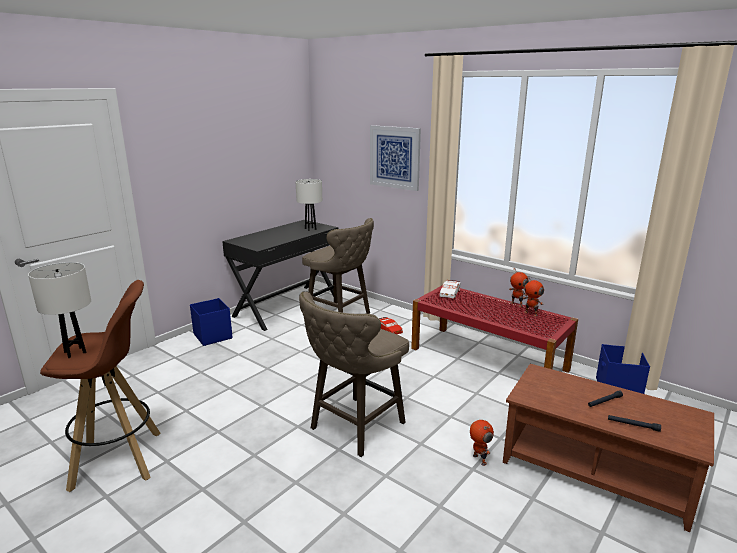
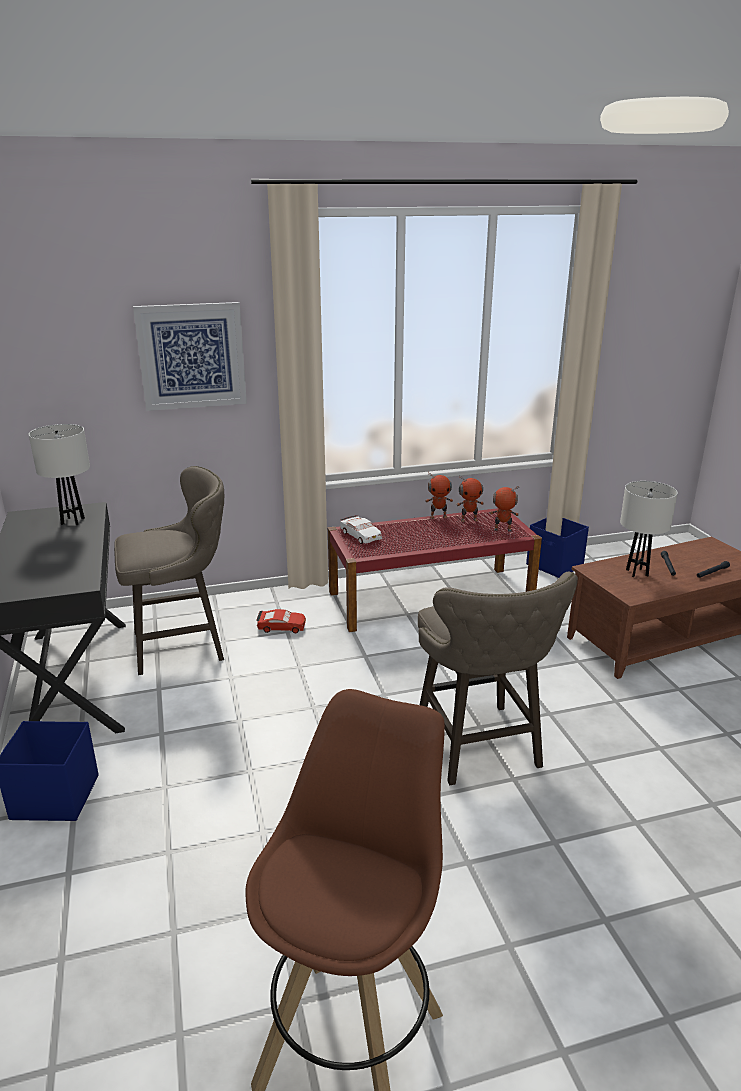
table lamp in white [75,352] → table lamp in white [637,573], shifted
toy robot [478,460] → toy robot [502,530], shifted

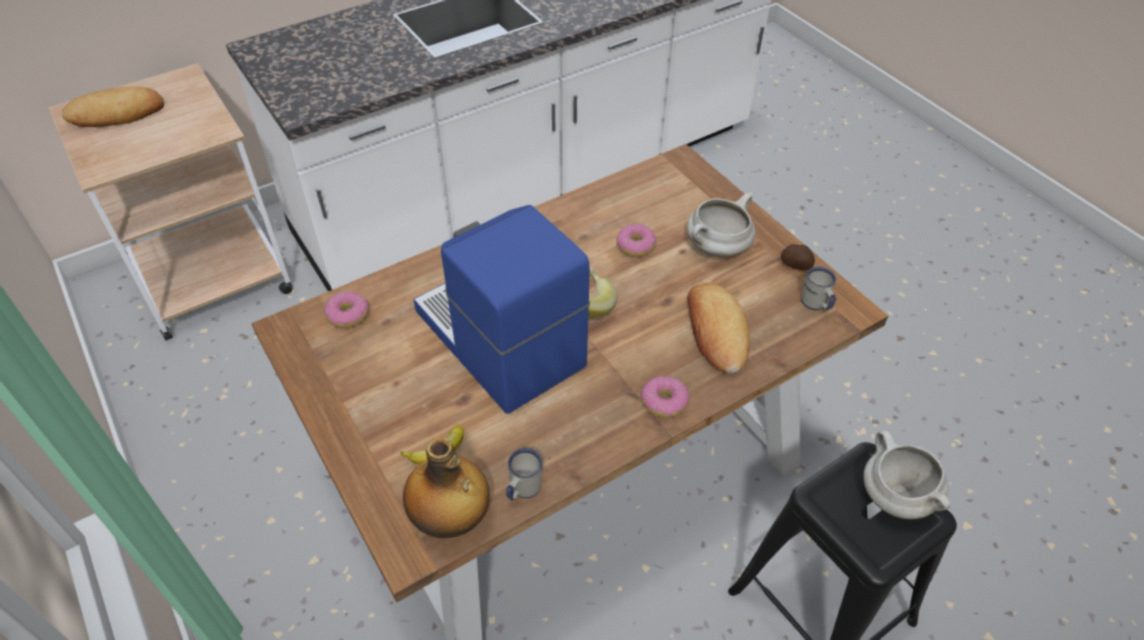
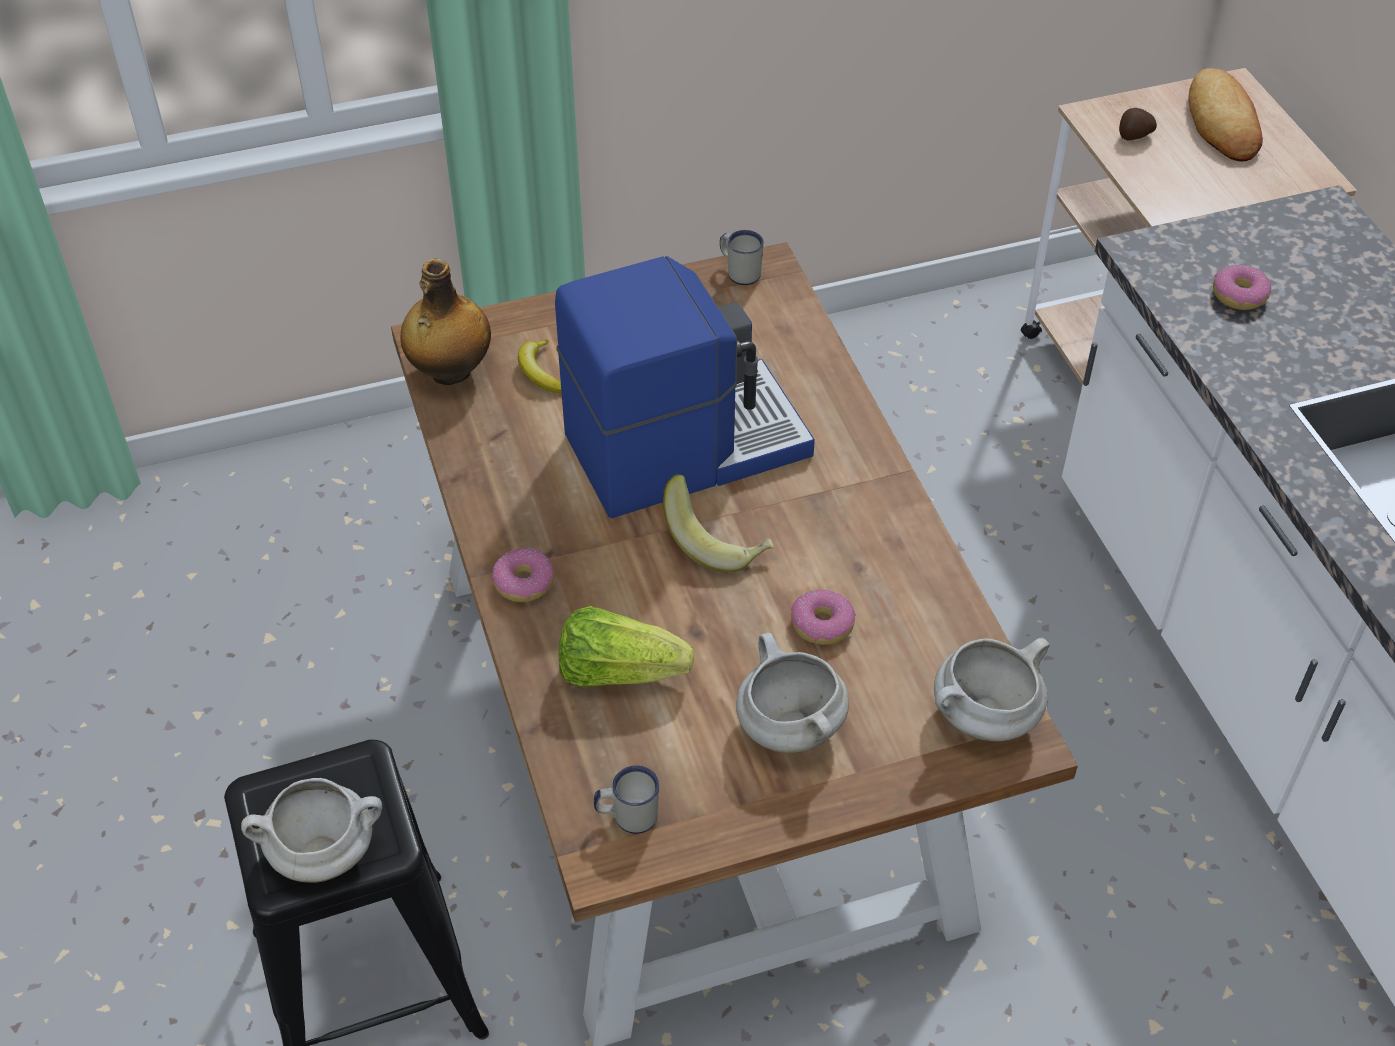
donut [348,315] → donut [1239,296], shifted
mug in white [522,489] → mug in white [739,271], shifted
bread [716,332] → lettuce [618,672]
potato [796,265] → potato [1133,136], shifted
- → cooking pot in white [984,717]

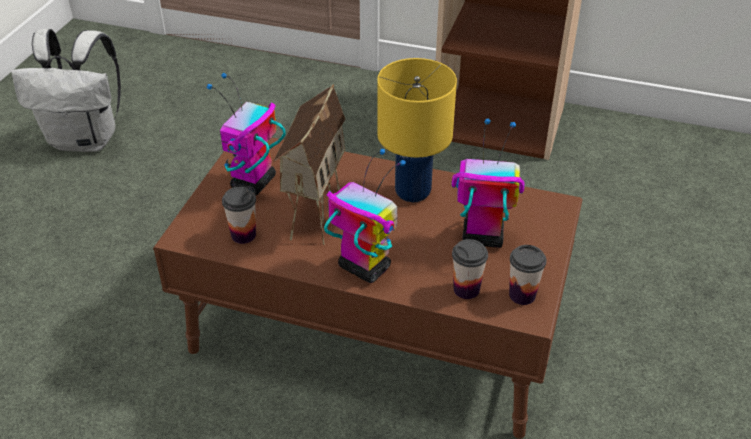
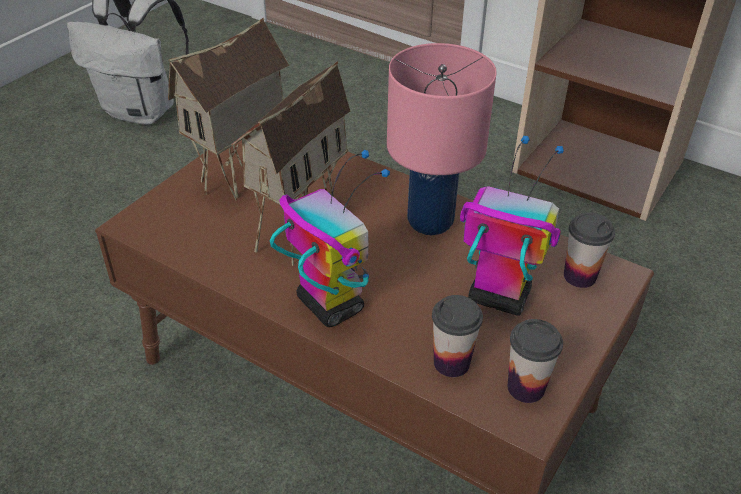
toy robot [253,184] → toy house [243,177]
cup [243,235] → cup [579,276], shifted
table lamp in yellow [412,194] → table lamp in pink [428,224]

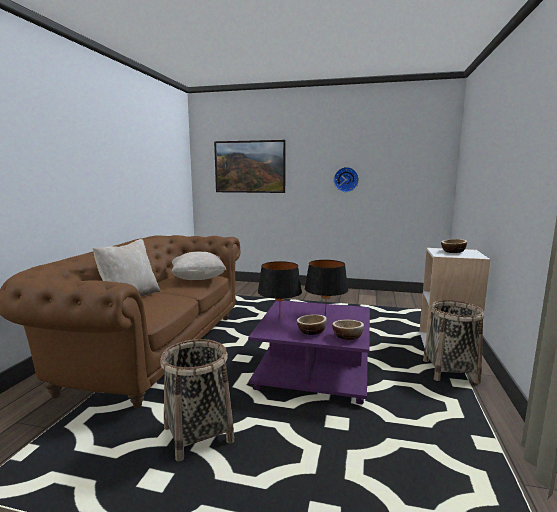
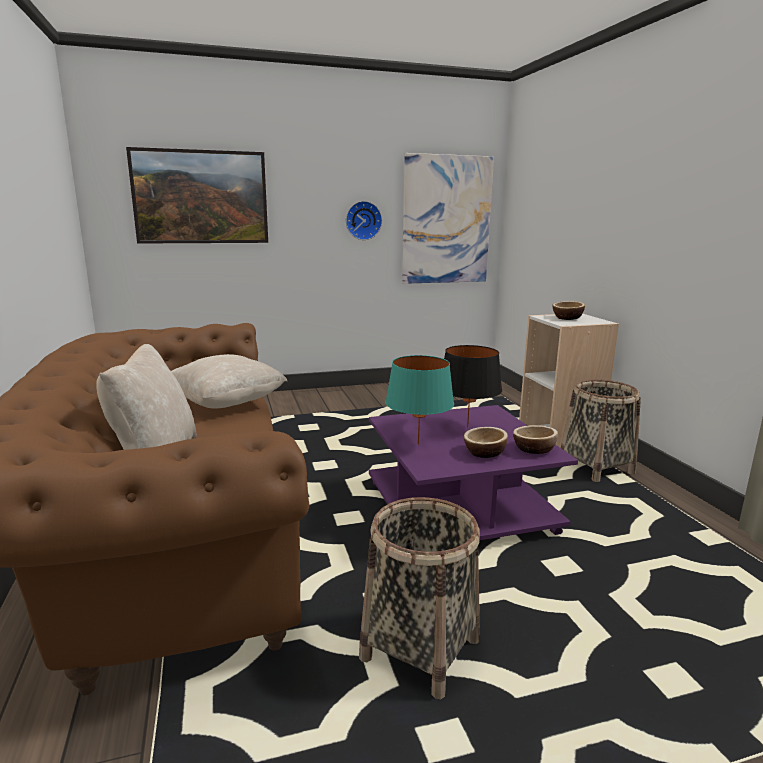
table lamp in black [279,319] → table lamp in turquoise [418,444]
- → picture [446,220]

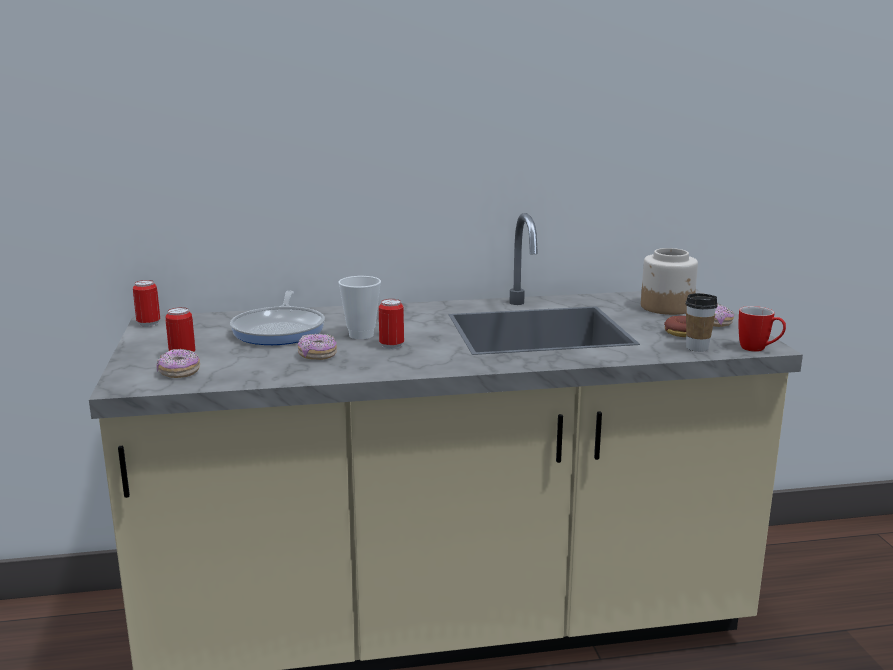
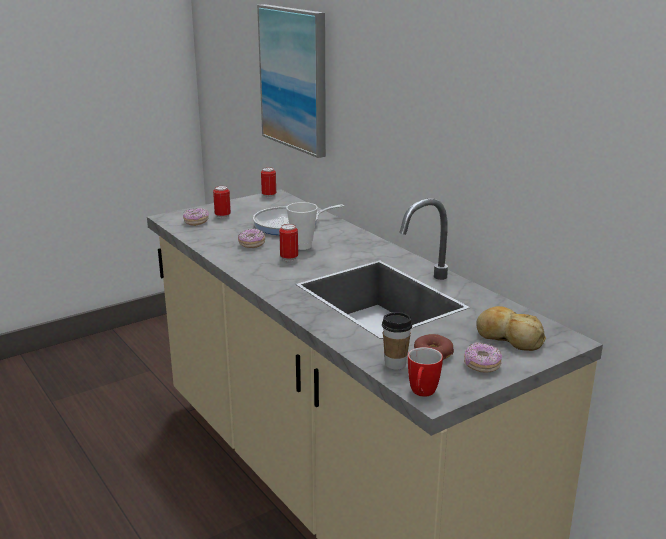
jar [667,307] → bread [509,337]
- → picture [294,79]

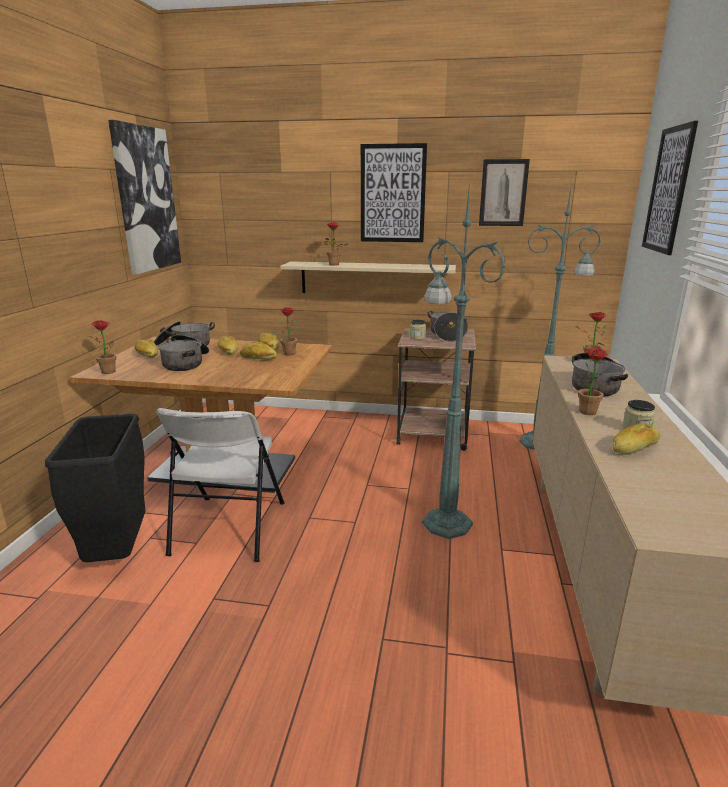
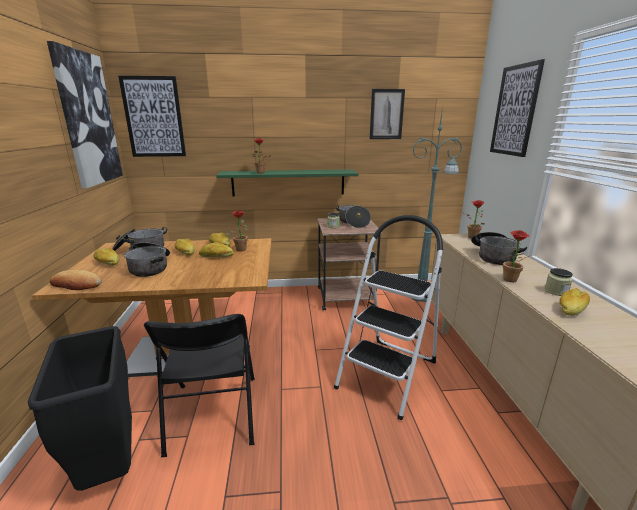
potted plant [111,372] → bread [77,285]
chair in white [229,528] → chair in black [213,413]
shelf in beige [371,279] → shelf in green [288,182]
picture [392,194] → picture [154,117], shifted
floor lamp in green [445,522] → step ladder [389,373]

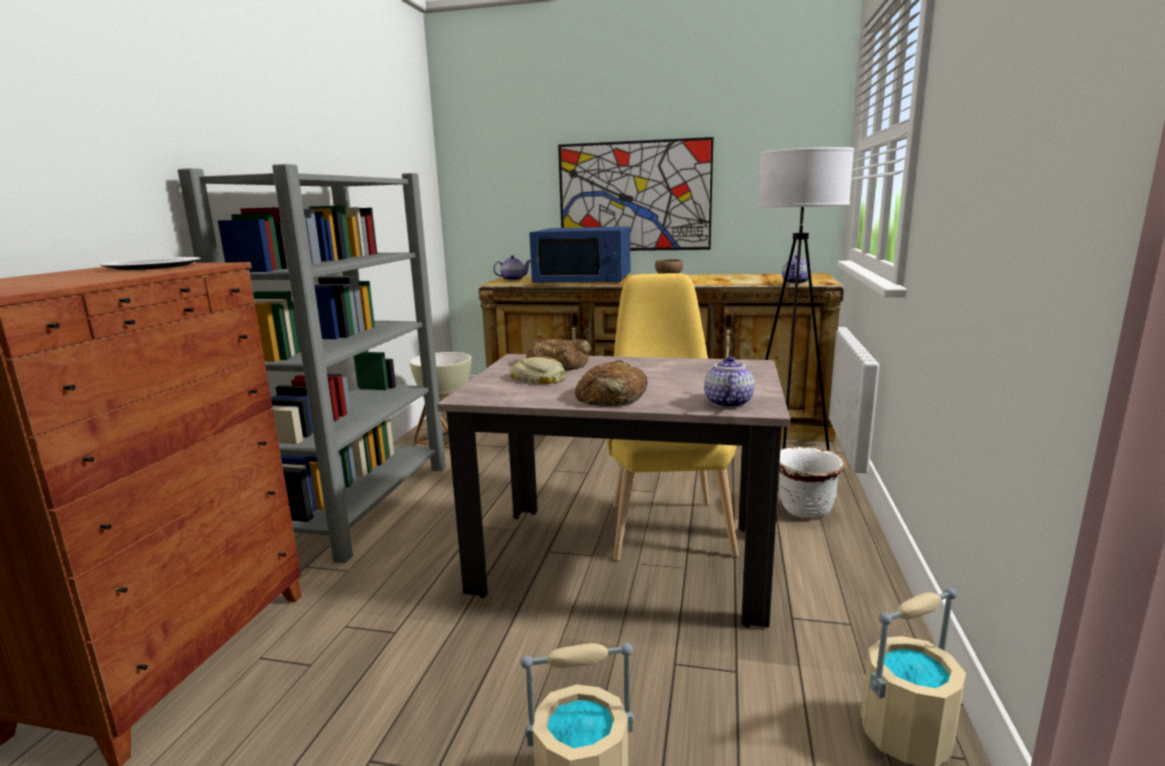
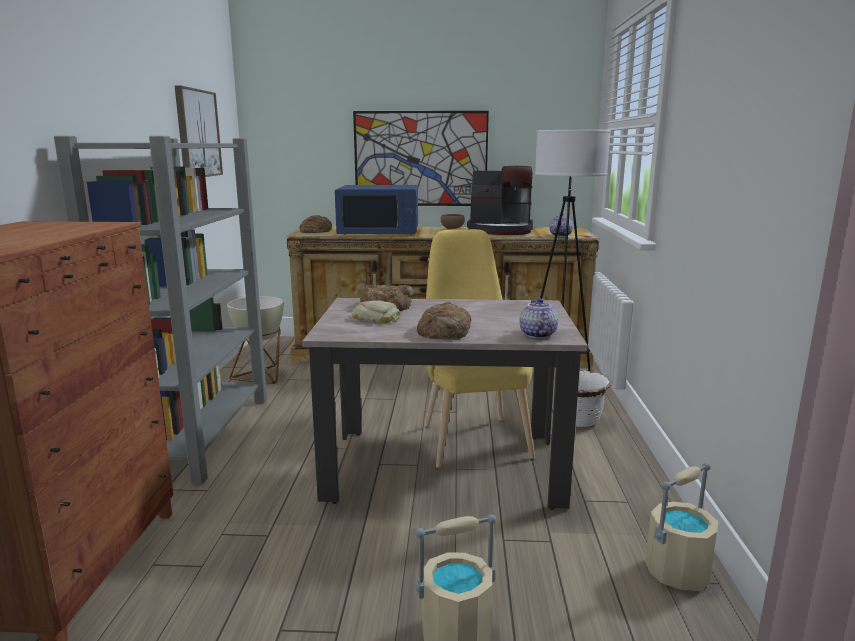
plate [154,266] → -
teapot [513,279] → bread [315,230]
- → picture [197,133]
- → coffee machine [500,231]

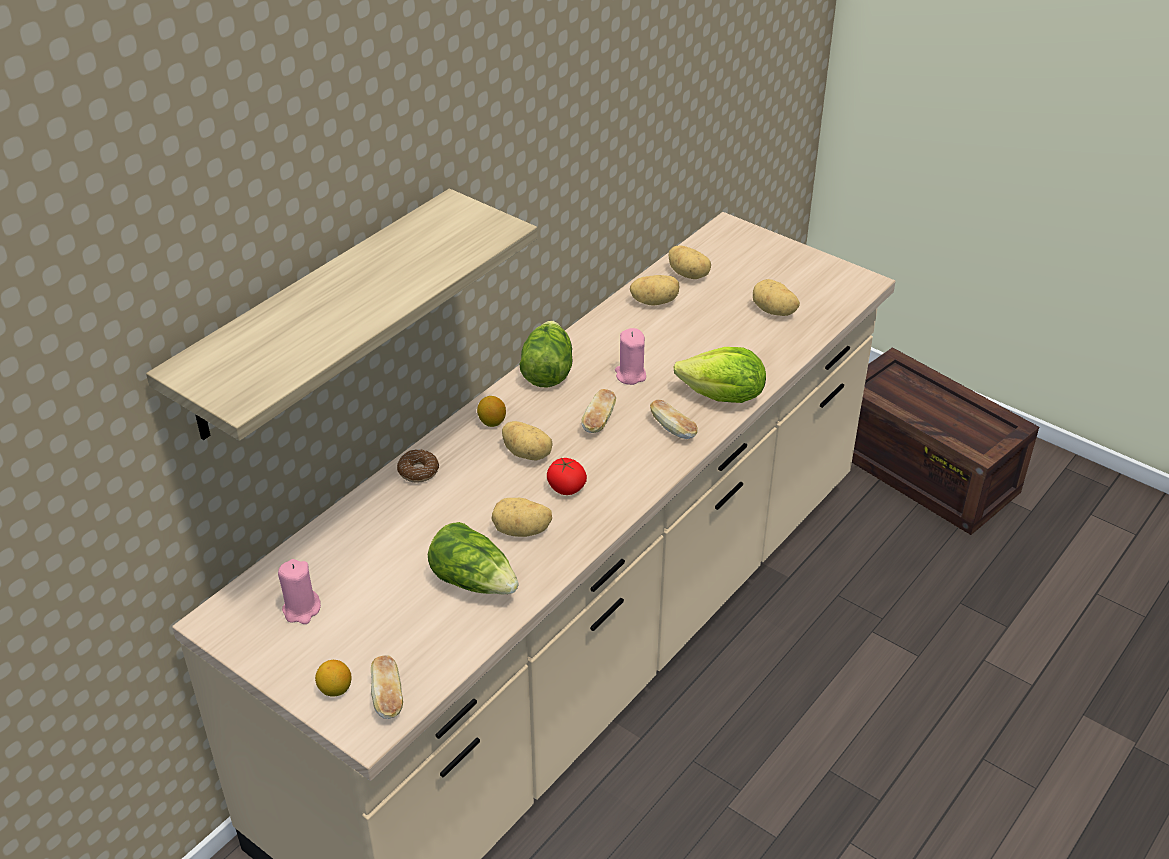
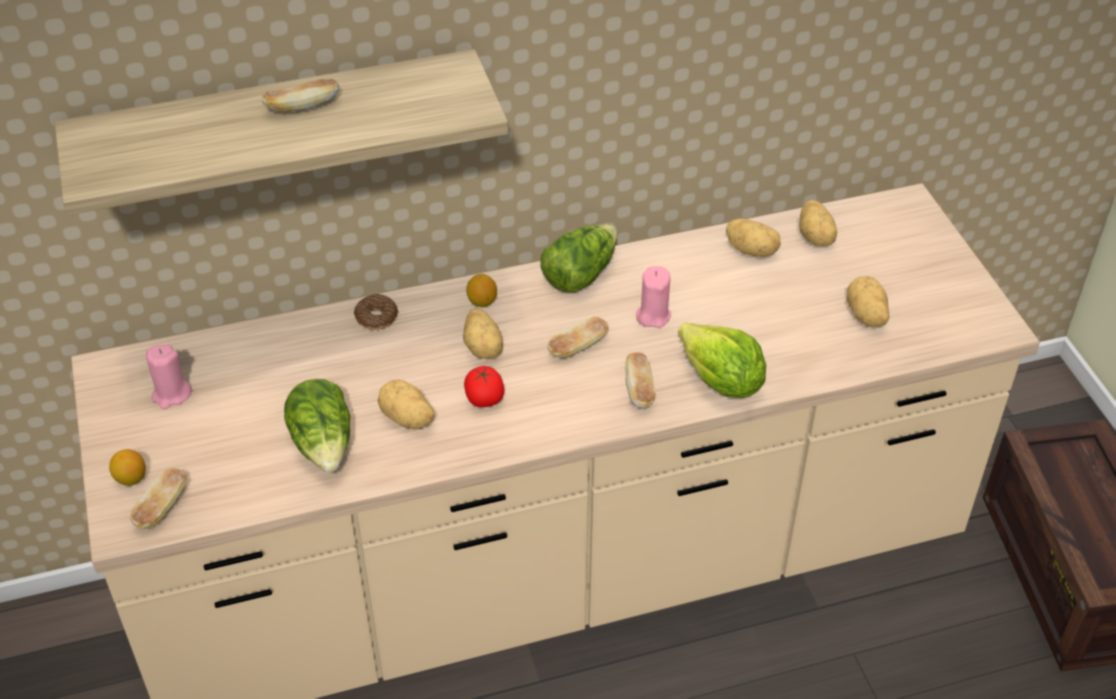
- → bread [302,107]

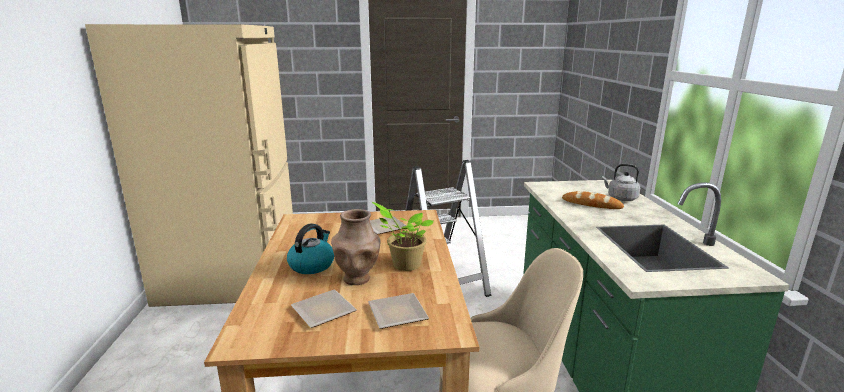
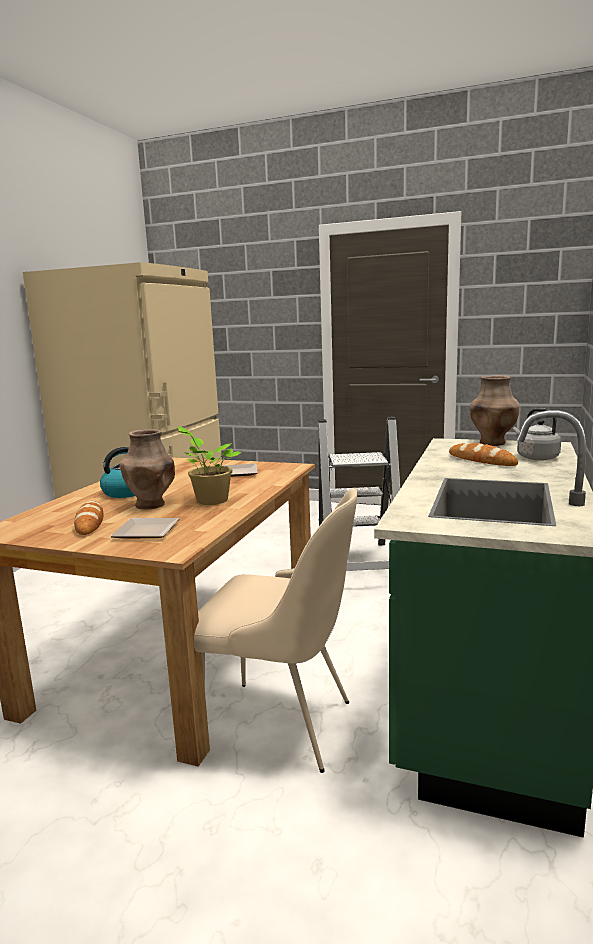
plate [326,311] → bread [89,522]
- → vase in brown [492,443]

